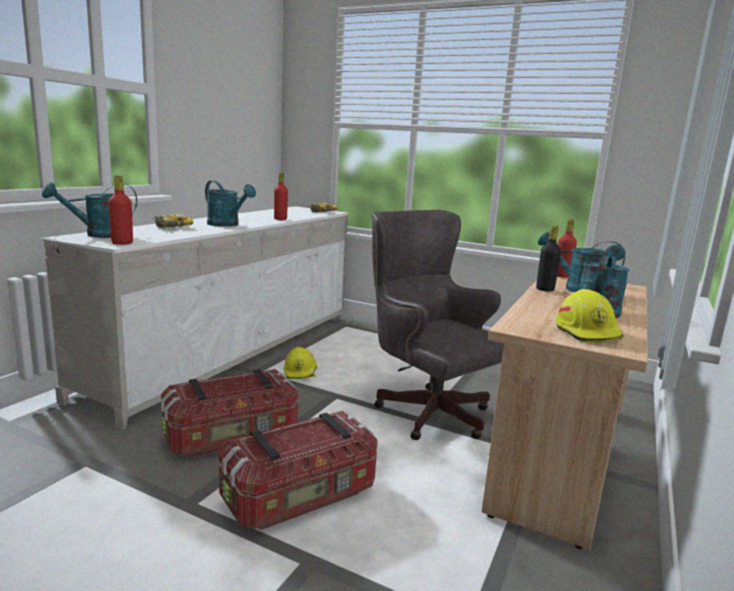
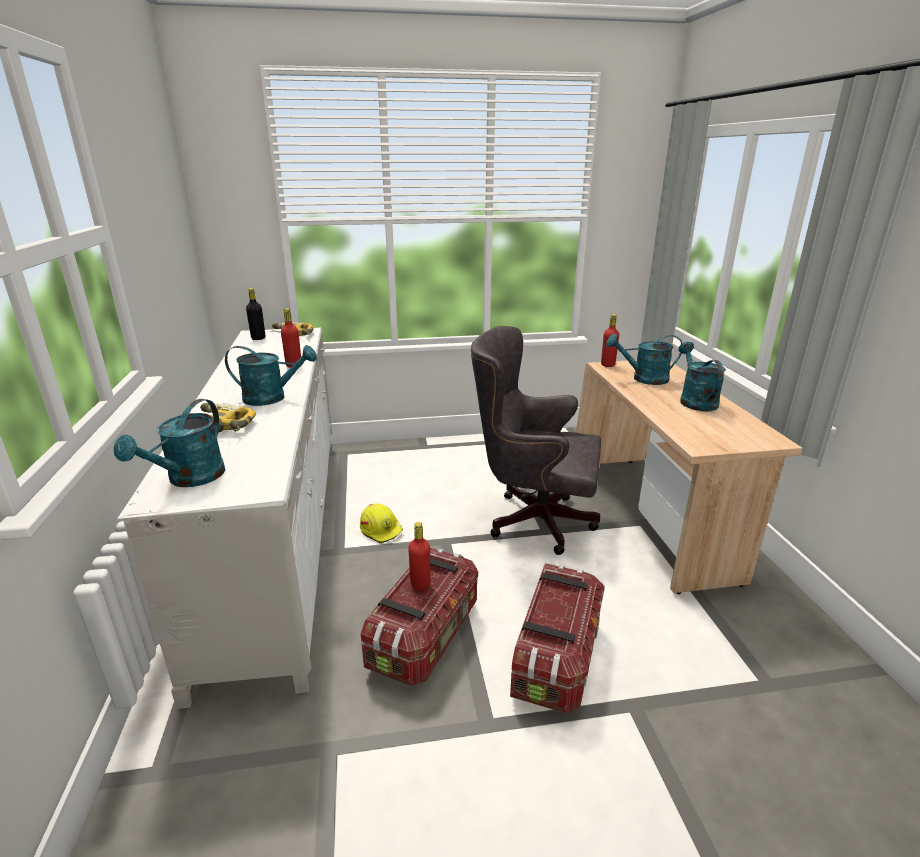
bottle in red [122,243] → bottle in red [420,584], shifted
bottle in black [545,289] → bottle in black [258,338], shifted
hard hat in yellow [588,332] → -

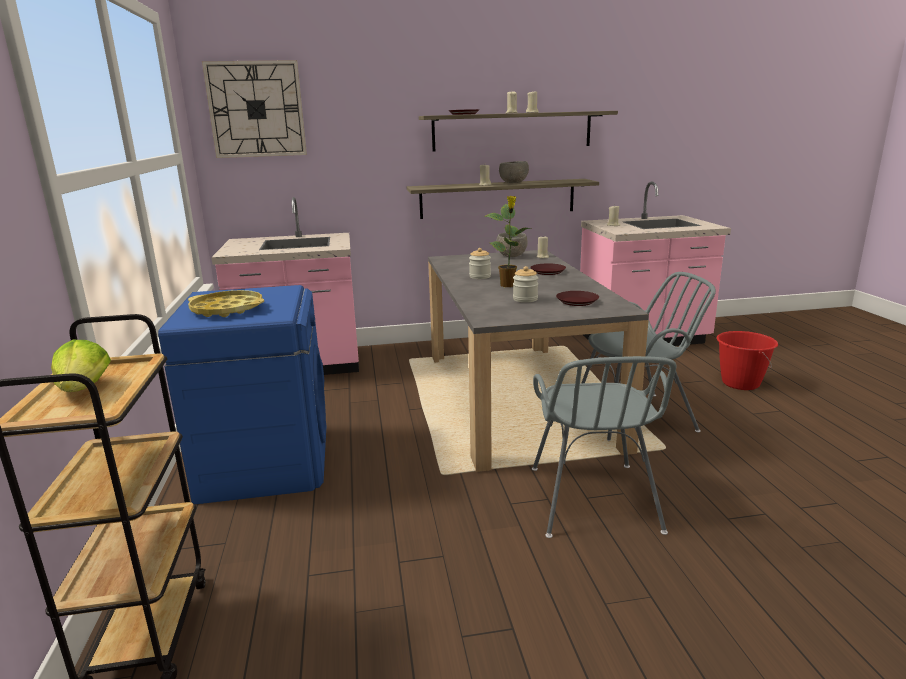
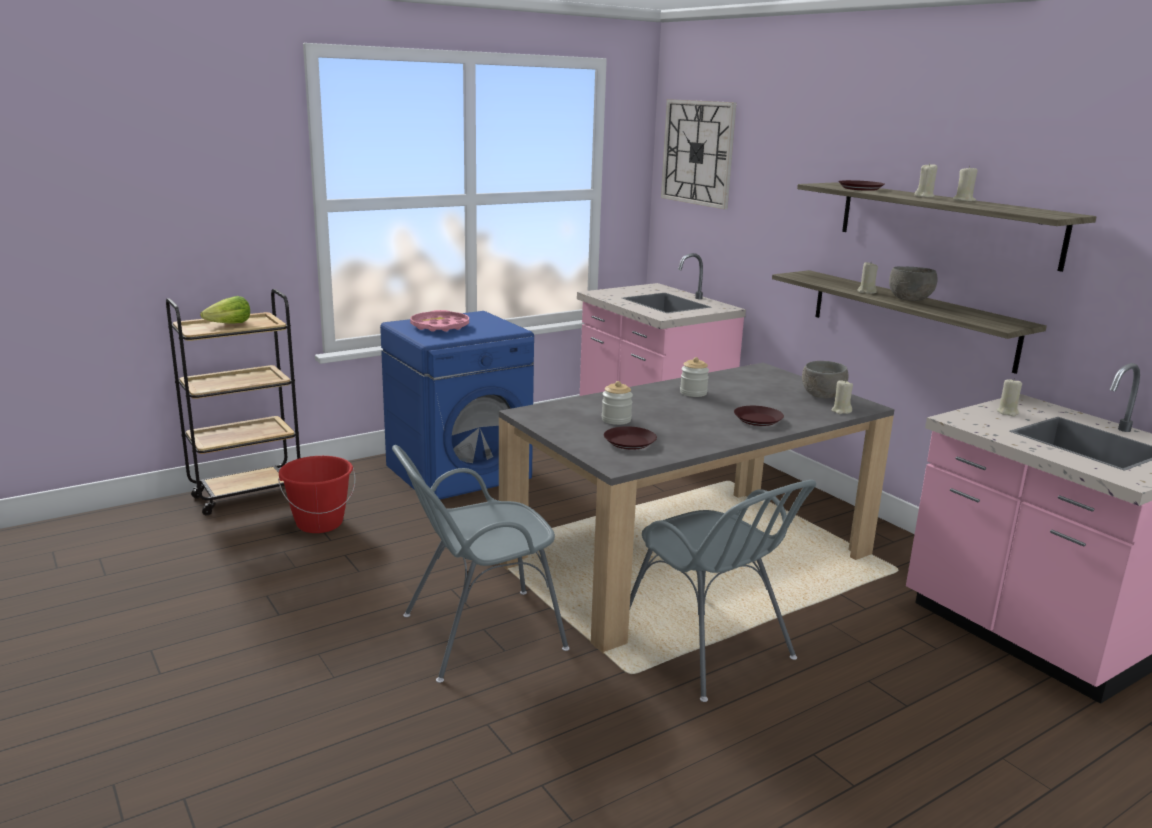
tray in yellow [227,309] → tray in pink [440,326]
potted plant [508,285] → -
bucket in red [740,383] → bucket in red [319,523], shifted

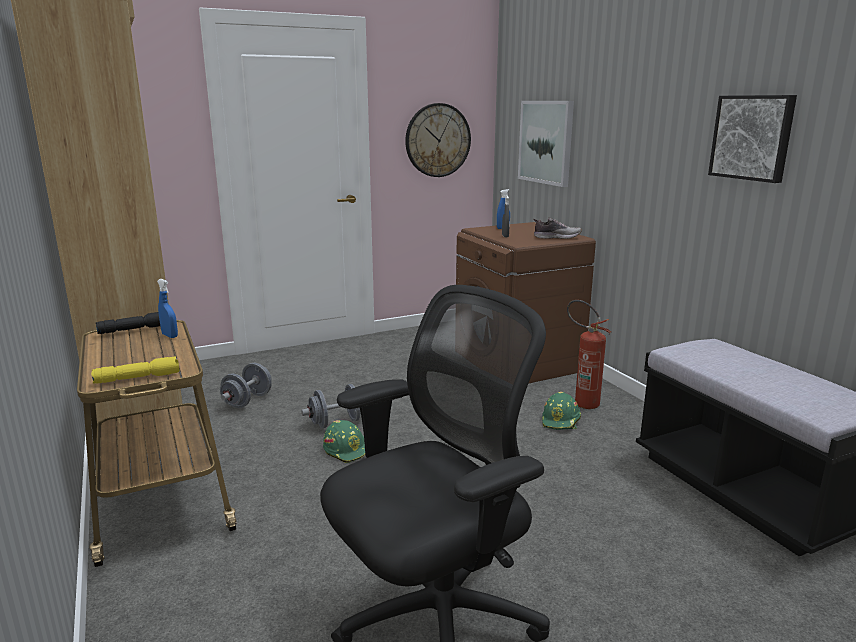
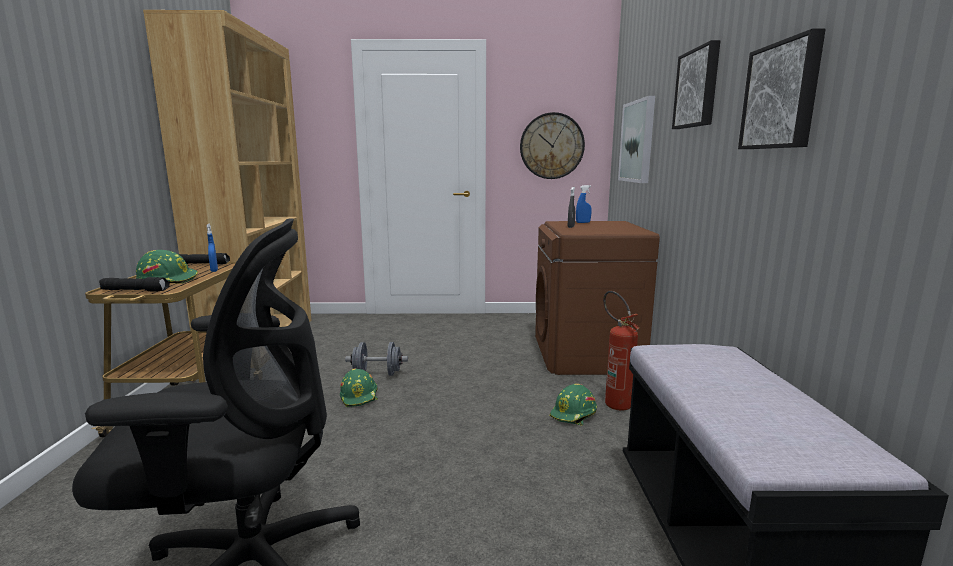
flashlight in yellow [138,378] → flashlight in black [136,290]
dumbbell in grey [247,401] → -
shoe [556,237] → -
- → hard hat in green [168,280]
- → picture [698,88]

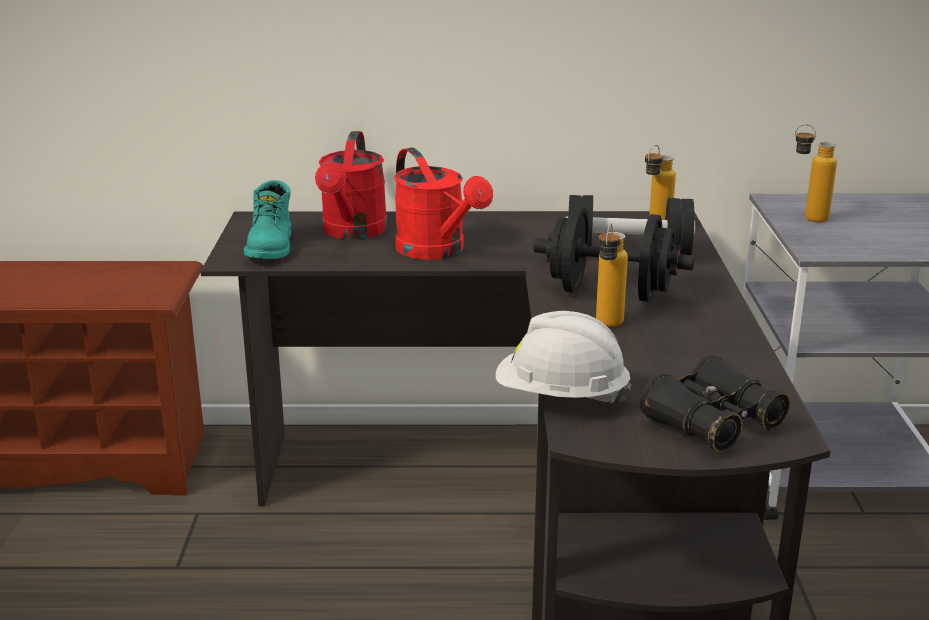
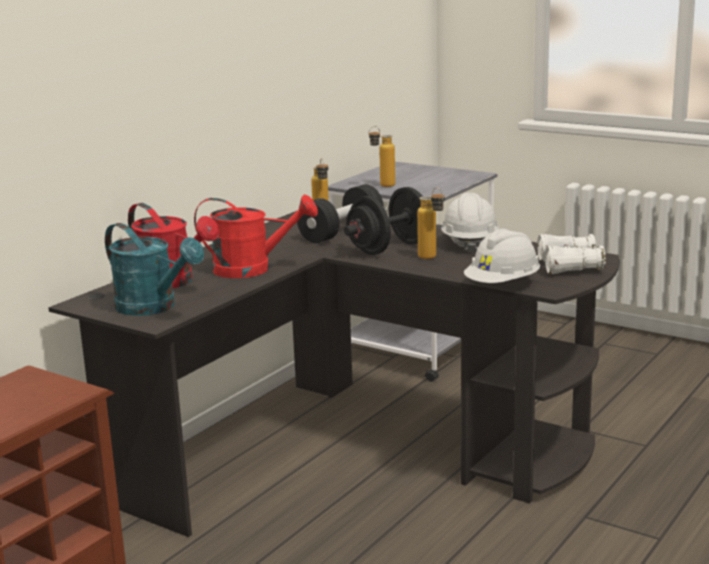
boot in turquoise [272,247] → watering can in turquoise [154,307]
binoculars in black [712,424] → binoculars in white [569,265]
- → hard hat in white [469,243]

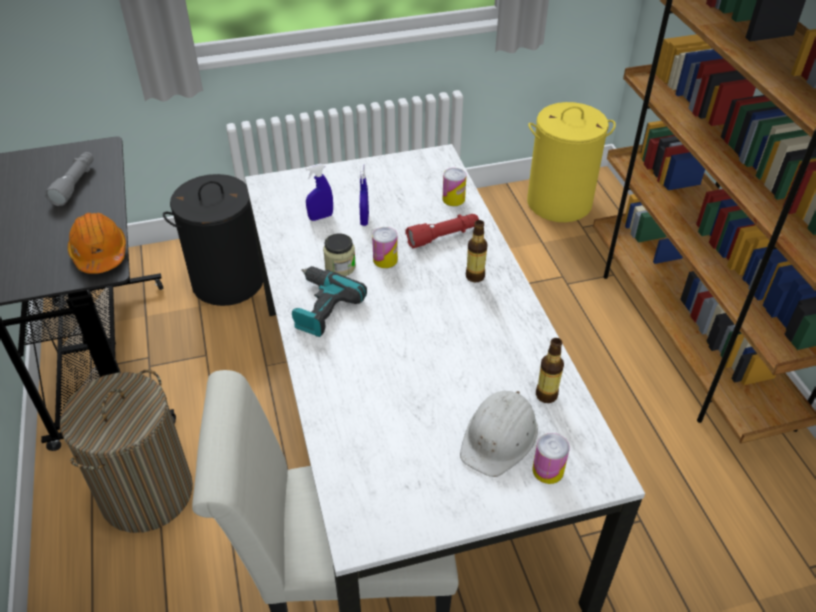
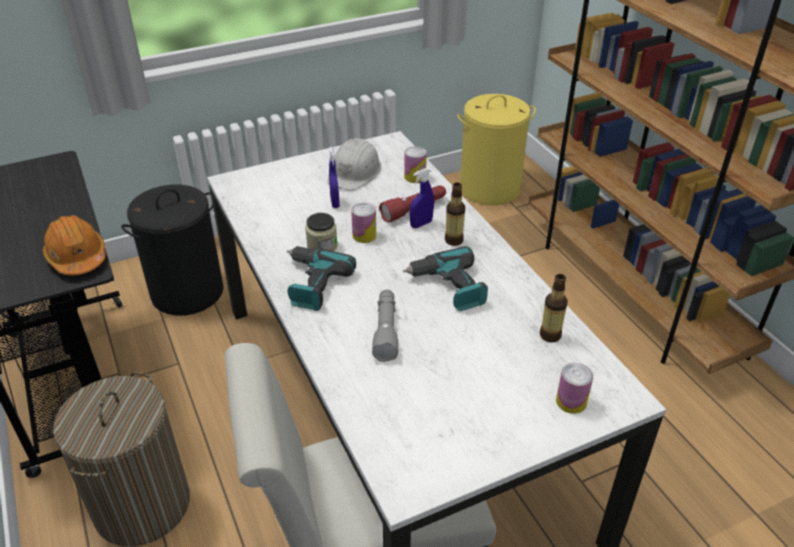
flashlight in grey [75,184] → flashlight in grey [386,330], shifted
spray bottle in blue [321,217] → spray bottle in blue [421,224], shifted
hard hat in white [500,436] → hard hat in white [355,172], shifted
- → power drill [449,287]

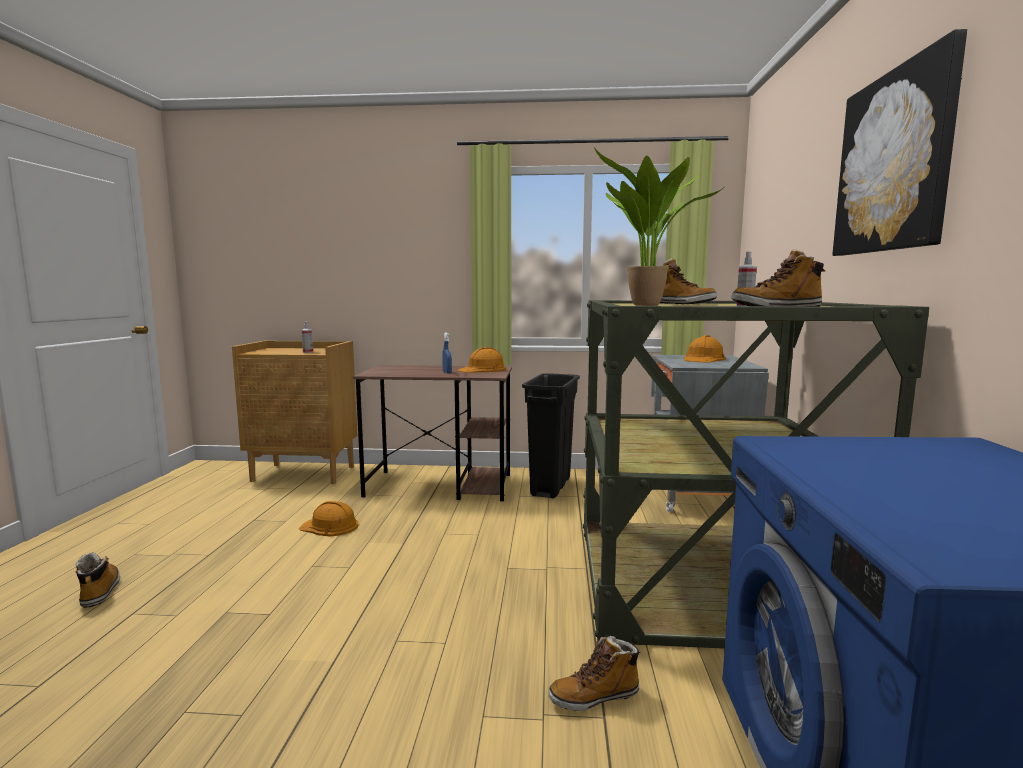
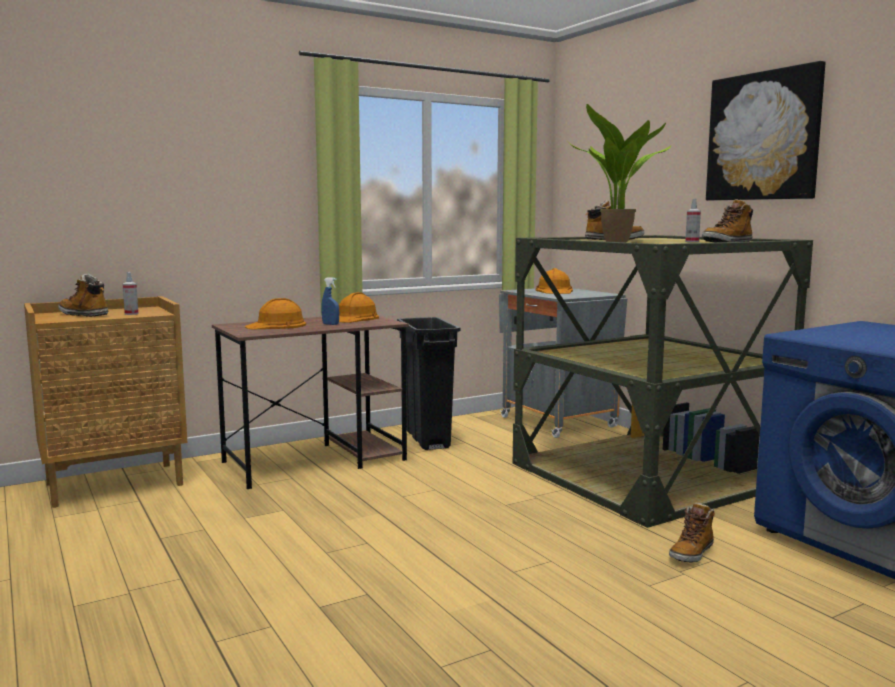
boot [100,591] → boot [84,315], shifted
hard hat in orange [330,526] → hard hat in orange [277,325], shifted

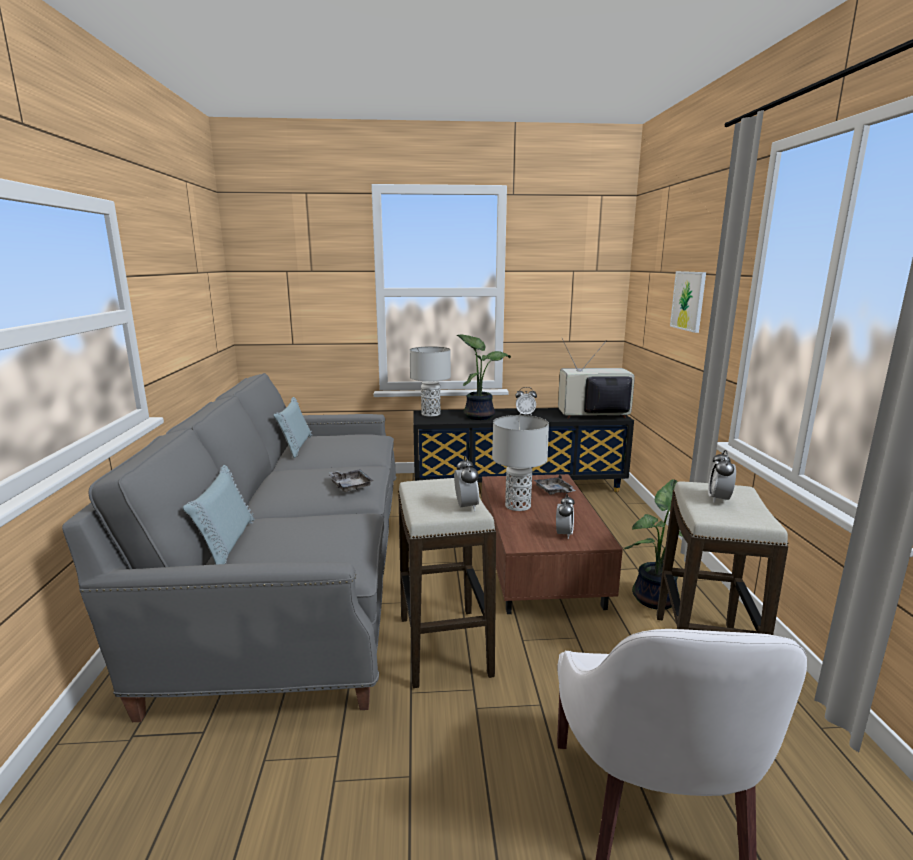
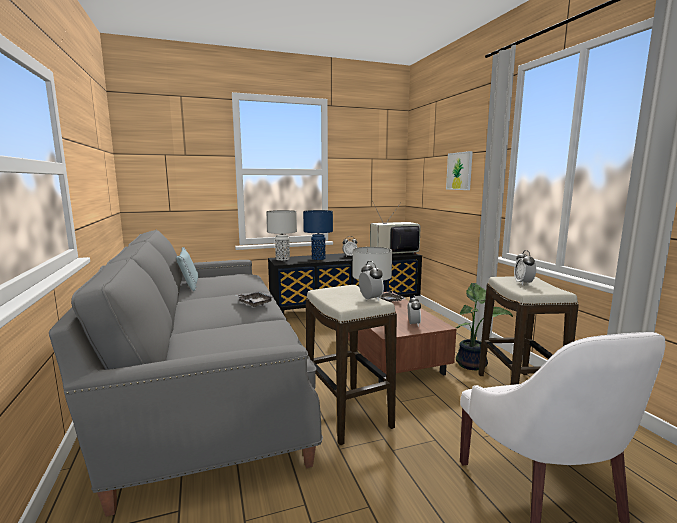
pillow in blue [226,544] → -
potted plant [479,416] → table lamp in blue [318,258]

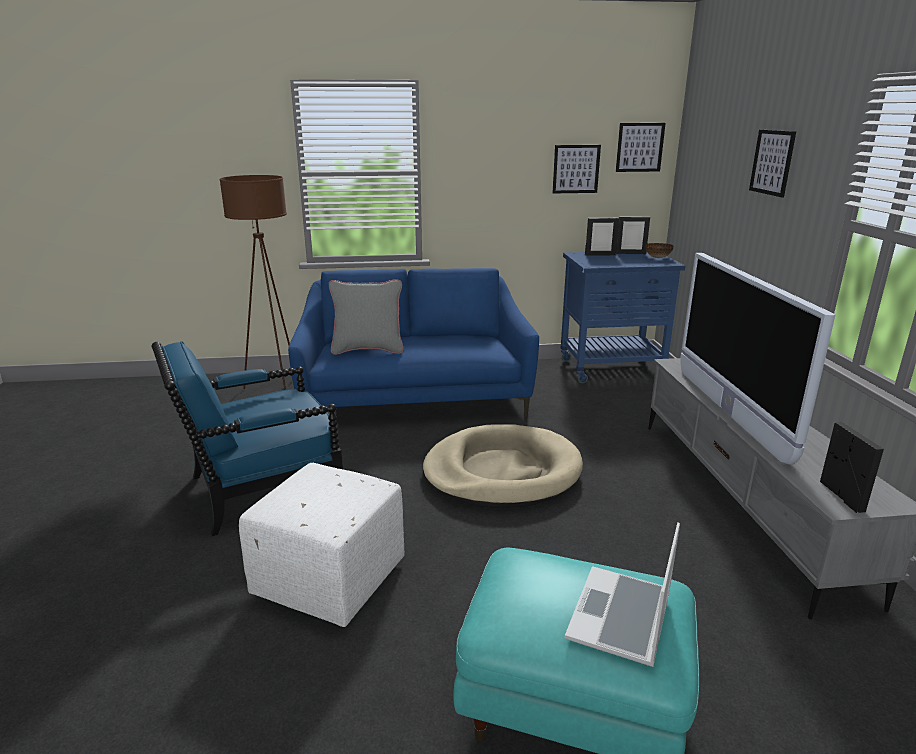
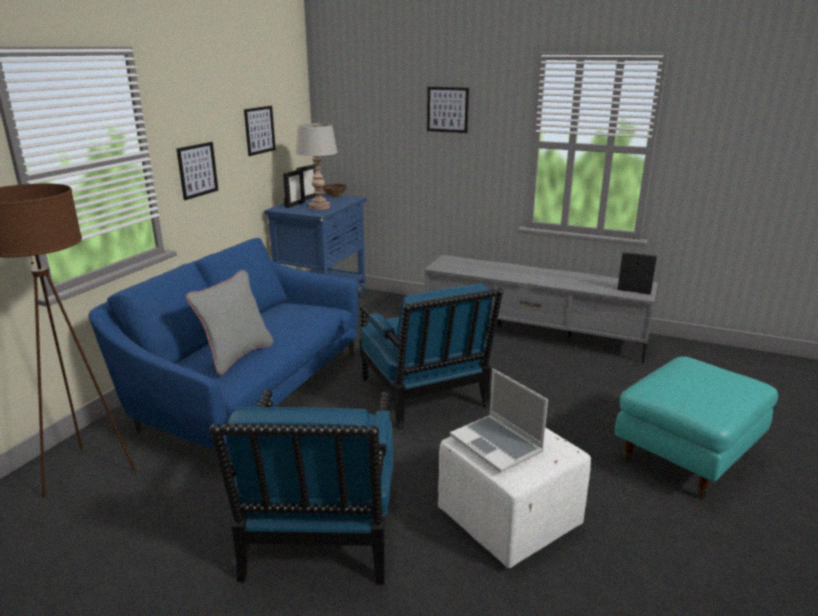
dog bed in beige [502,472] → armchair in blue [424,395]
laptop [621,618] → laptop [497,444], shifted
picture [639,147] → picture [197,170], shifted
television [729,413] → -
- → table lamp in grey [319,207]

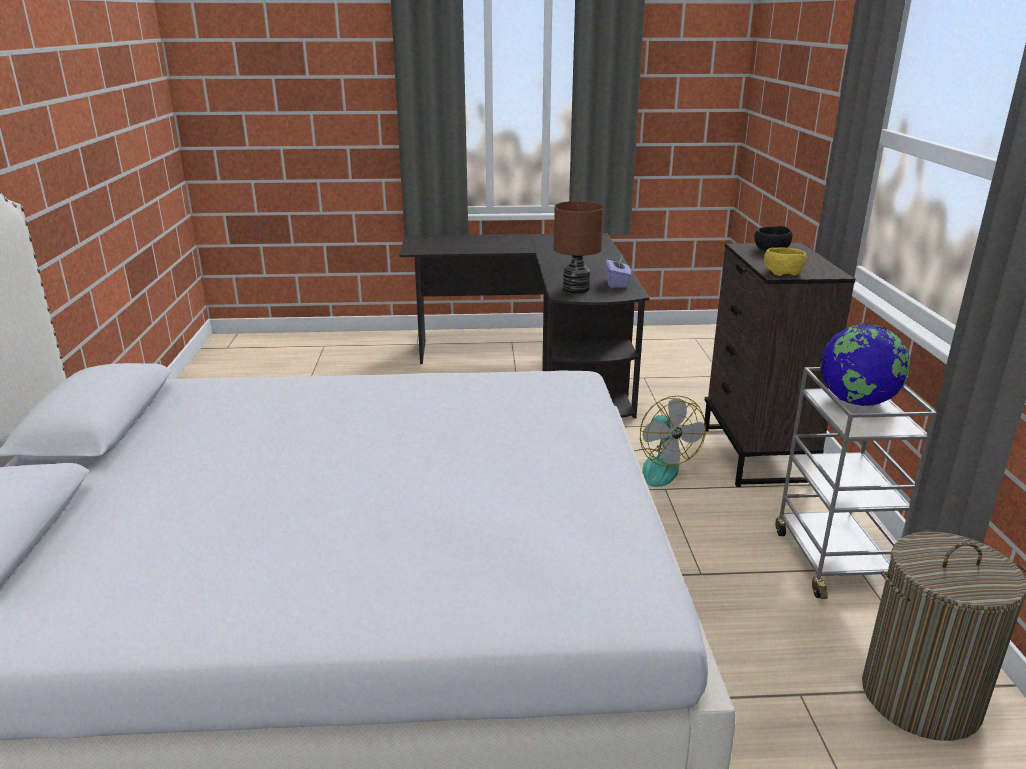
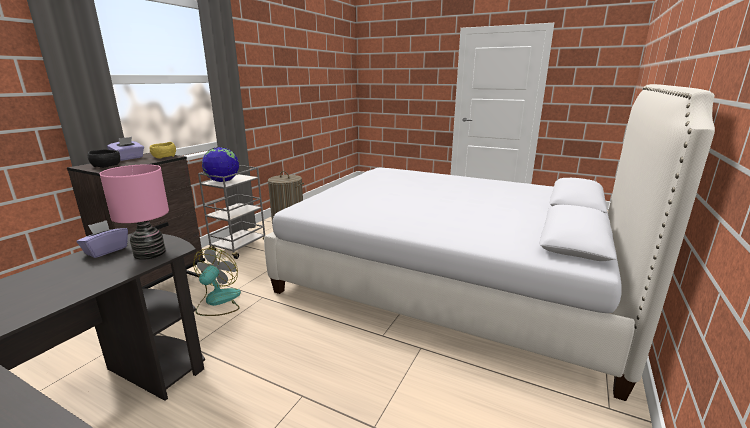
table lamp in brown [575,289] → table lamp in pink [150,253]
- → tissue box in purple [128,158]

